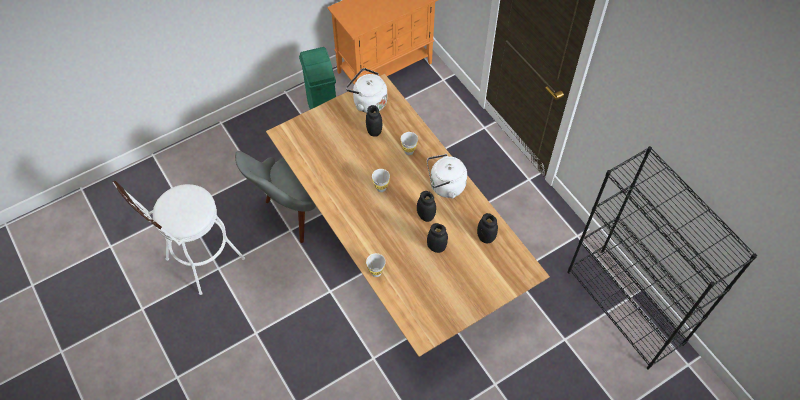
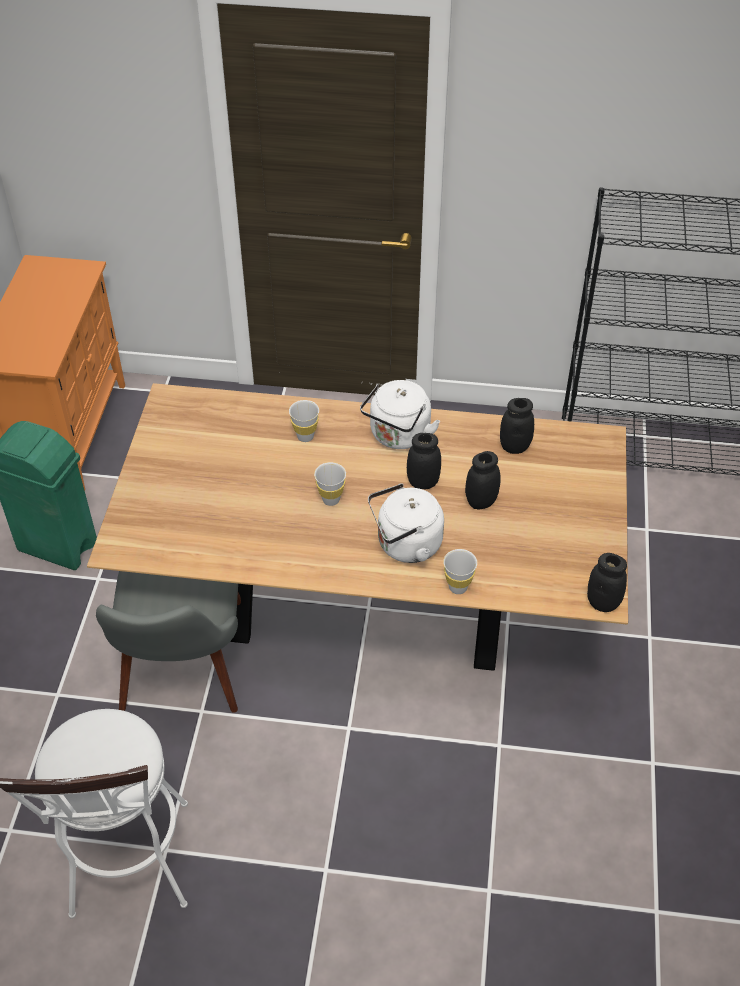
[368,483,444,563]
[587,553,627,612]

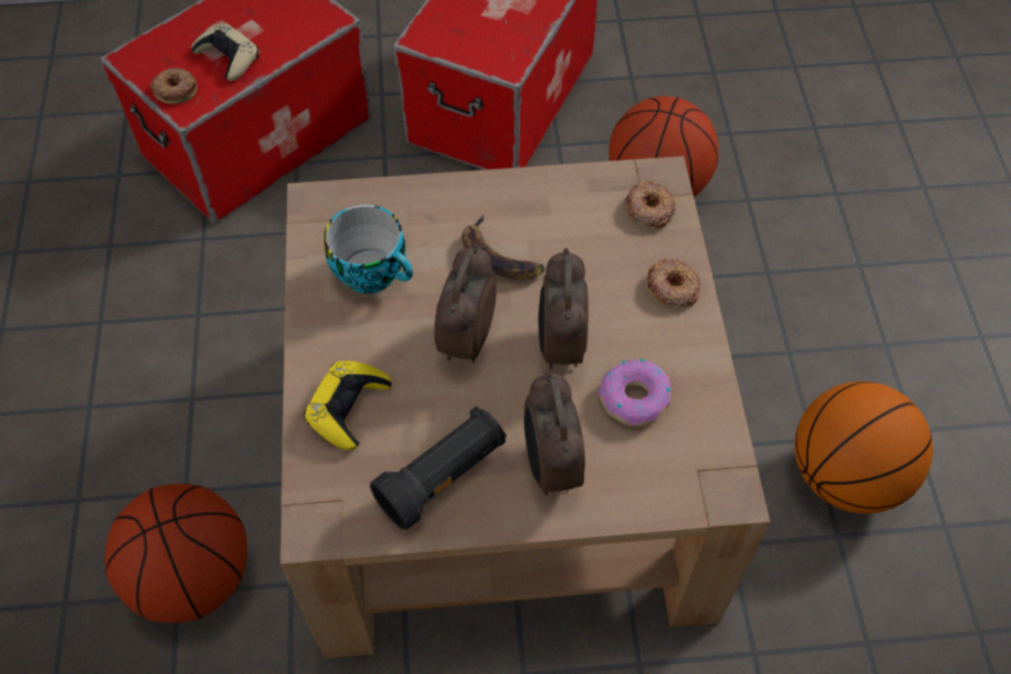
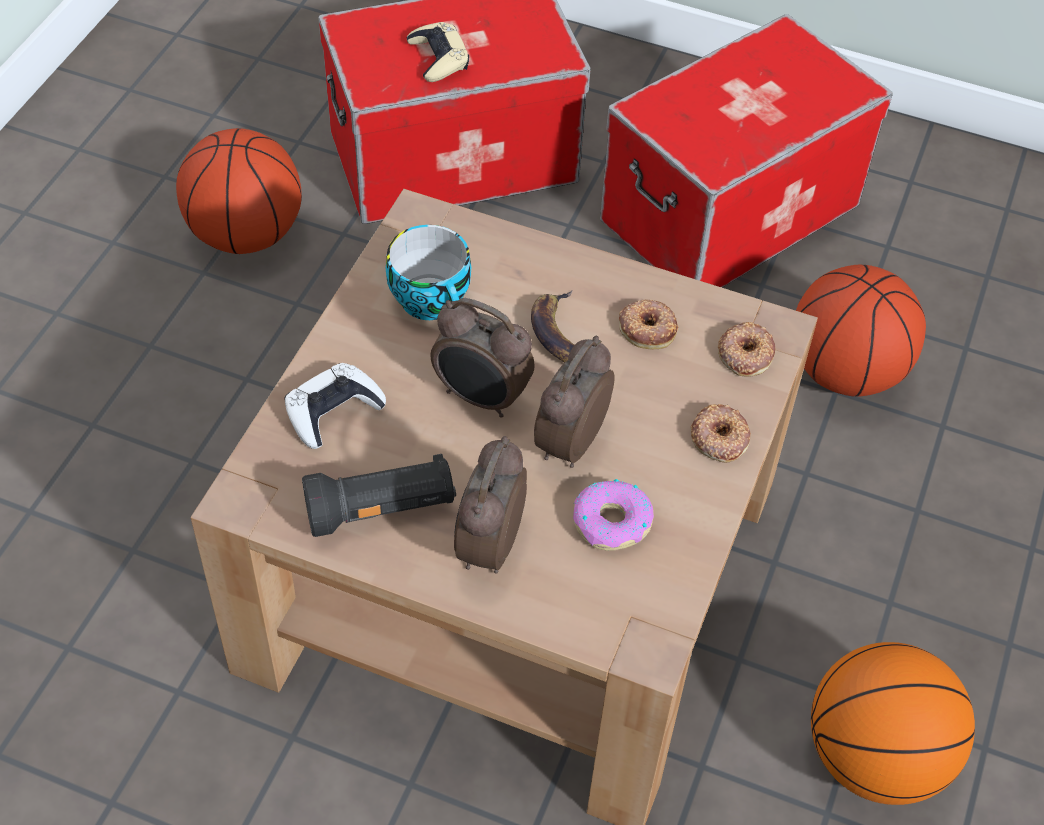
[176,128,302,254]
[284,363,386,449]
[431,298,534,418]
[619,299,678,349]

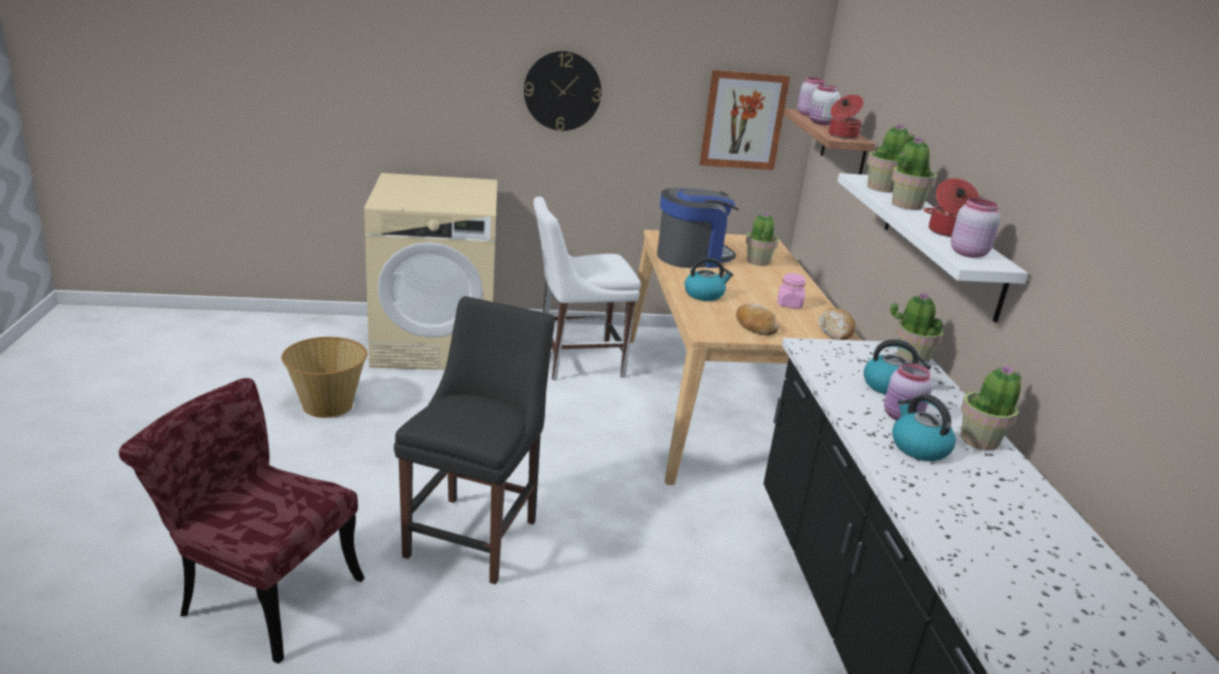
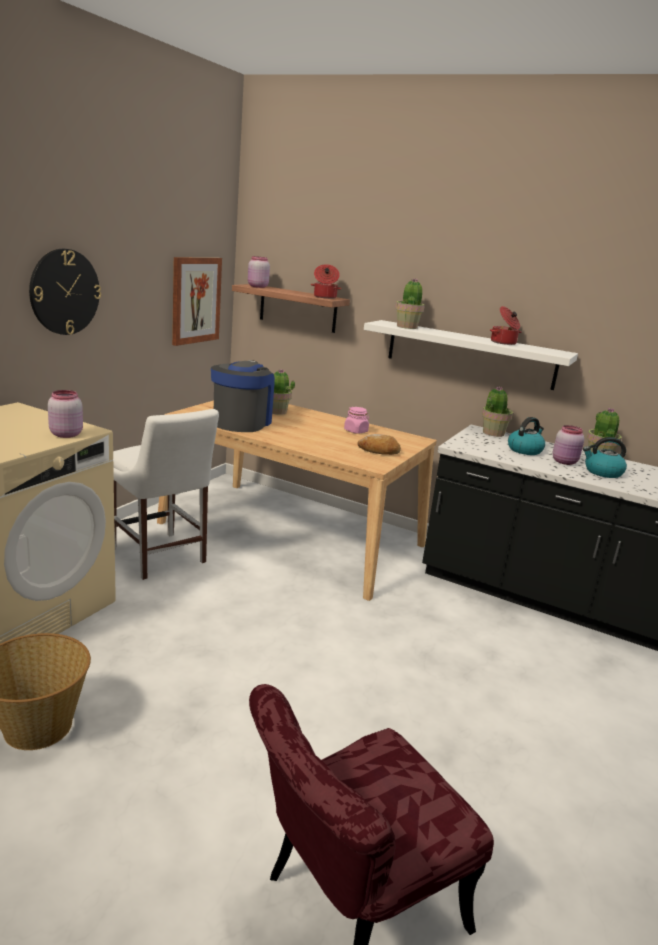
[48,390,83,438]
[113,409,219,580]
[394,296,555,584] (first image)
[684,257,733,301] (first image)
[809,84,840,125] (first image)
[818,308,856,340] (first image)
[892,136,937,210] (first image)

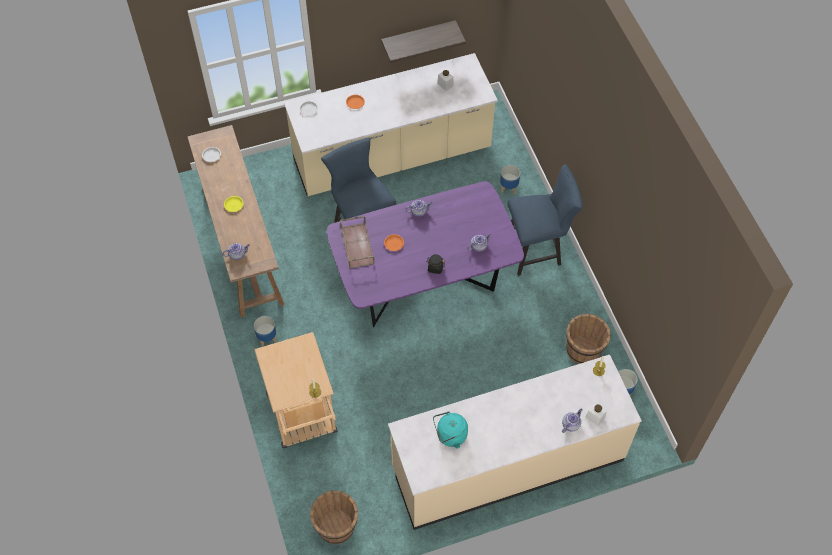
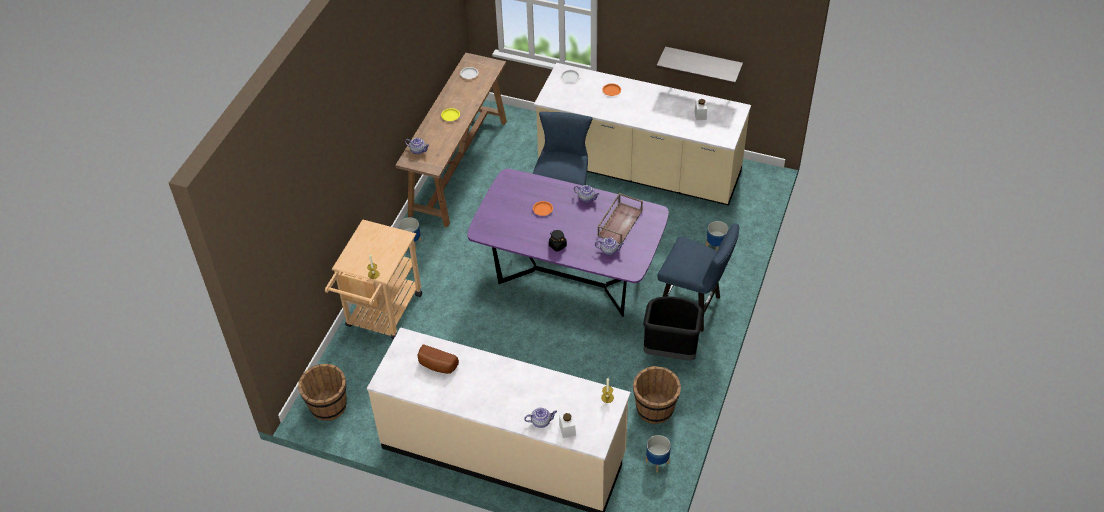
[418,345,459,374]
[597,193,643,244]
[643,296,703,361]

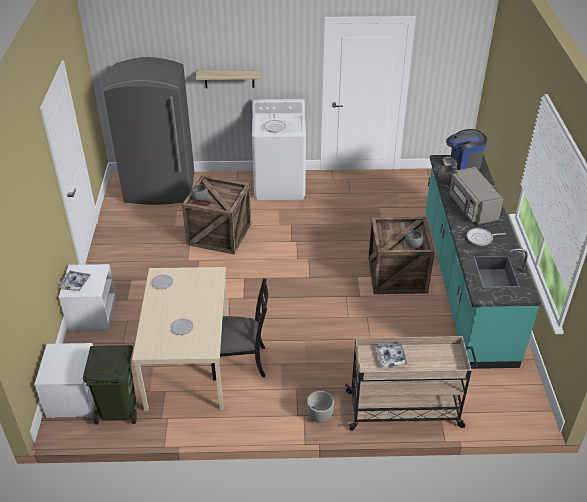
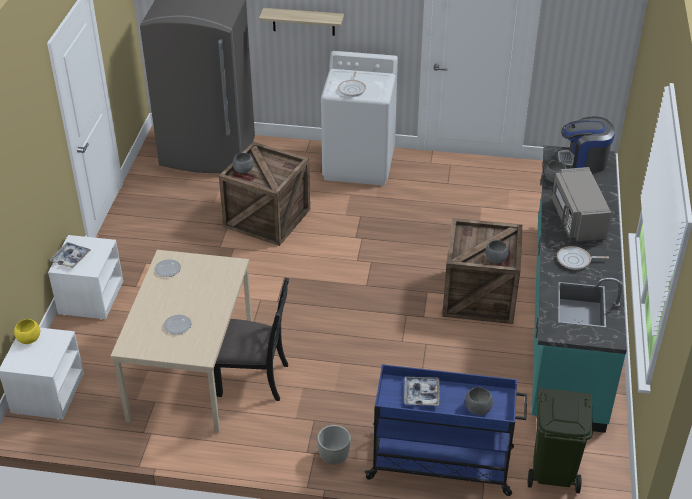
[14,319,40,344]
[364,364,527,496]
[465,387,493,415]
[528,388,593,493]

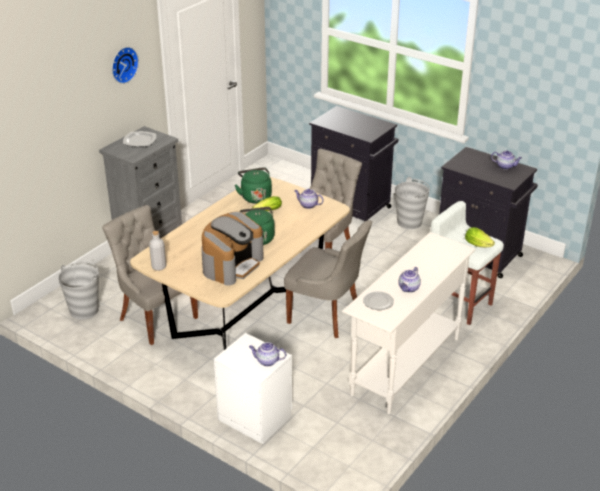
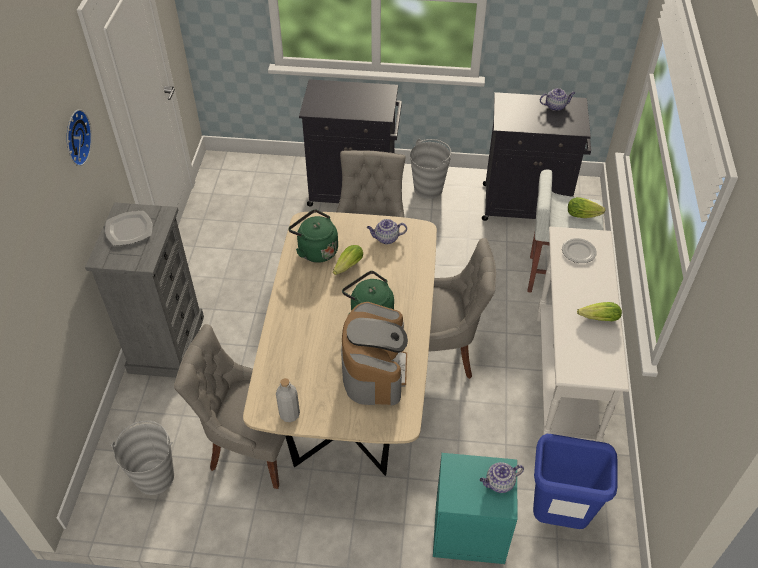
[433,453,517,564]
[533,434,617,529]
[562,238,597,263]
[577,302,622,321]

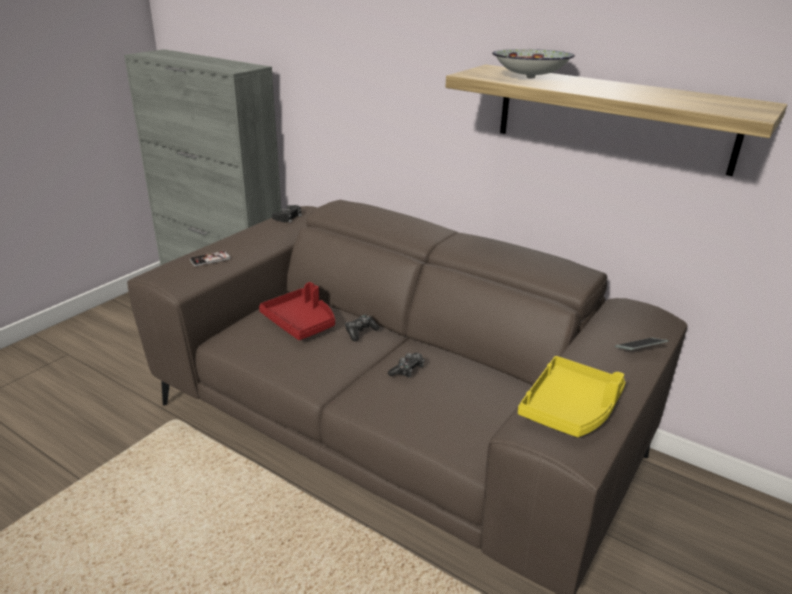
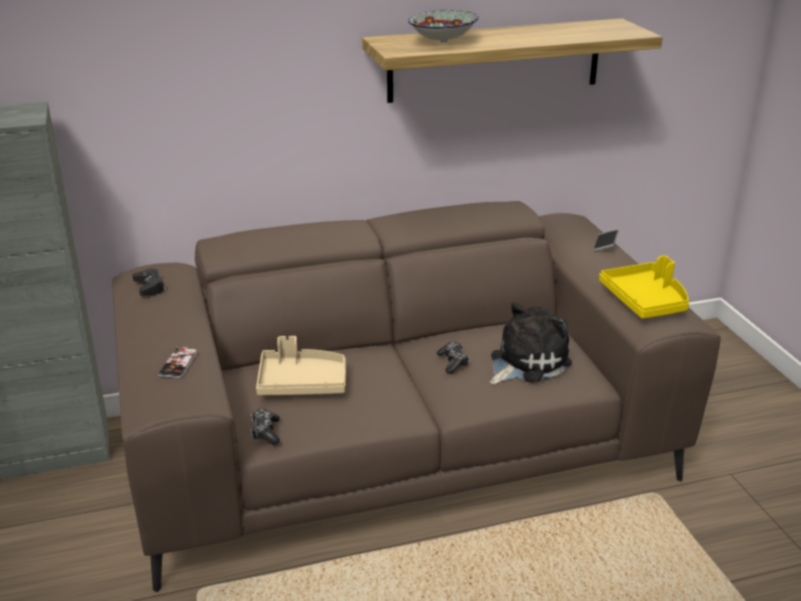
[250,409,280,445]
[256,336,346,395]
[490,302,572,385]

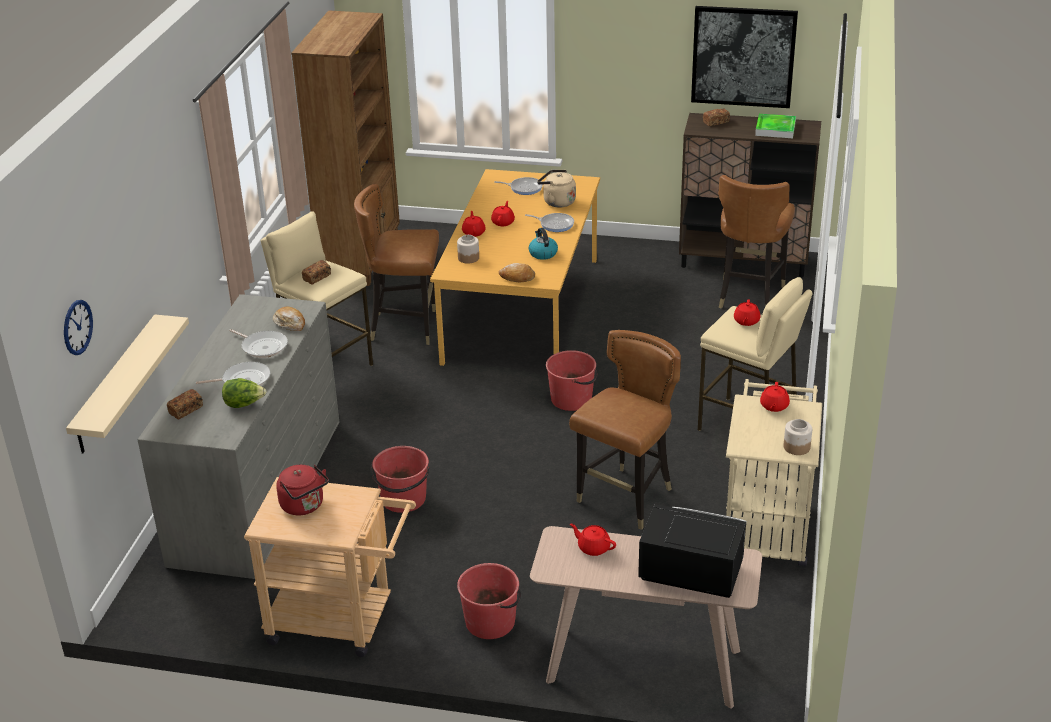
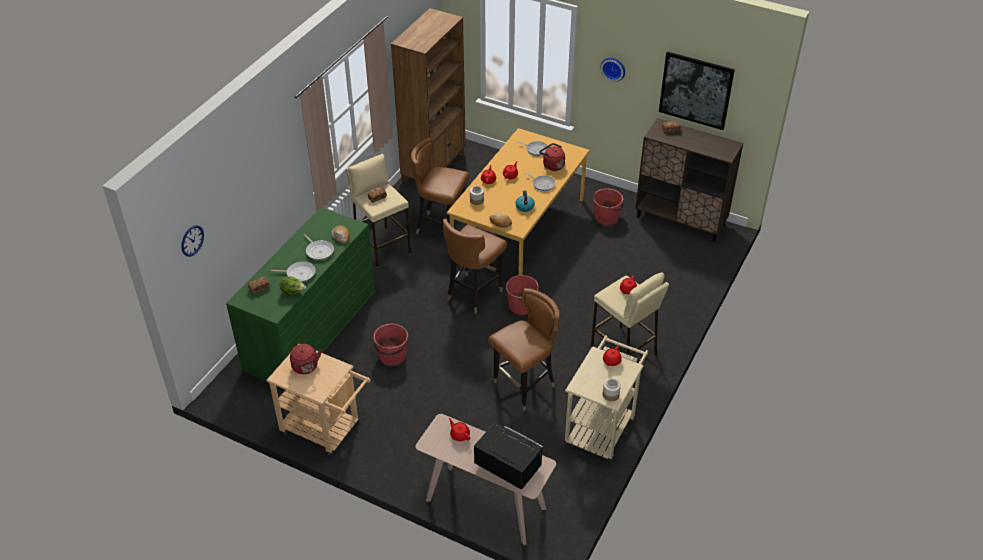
[226,207,375,381]
[443,218,507,313]
[539,143,565,171]
[593,188,623,225]
[600,58,625,82]
[66,314,189,453] (first image)
[755,114,796,138] (first image)

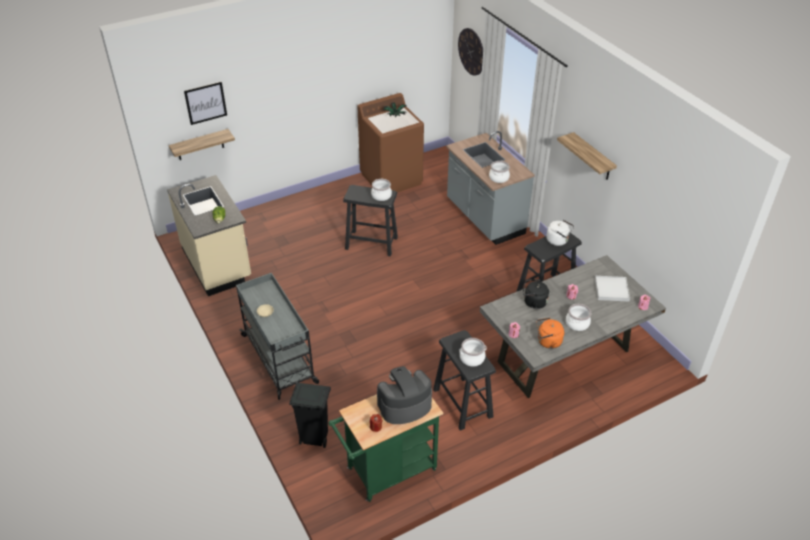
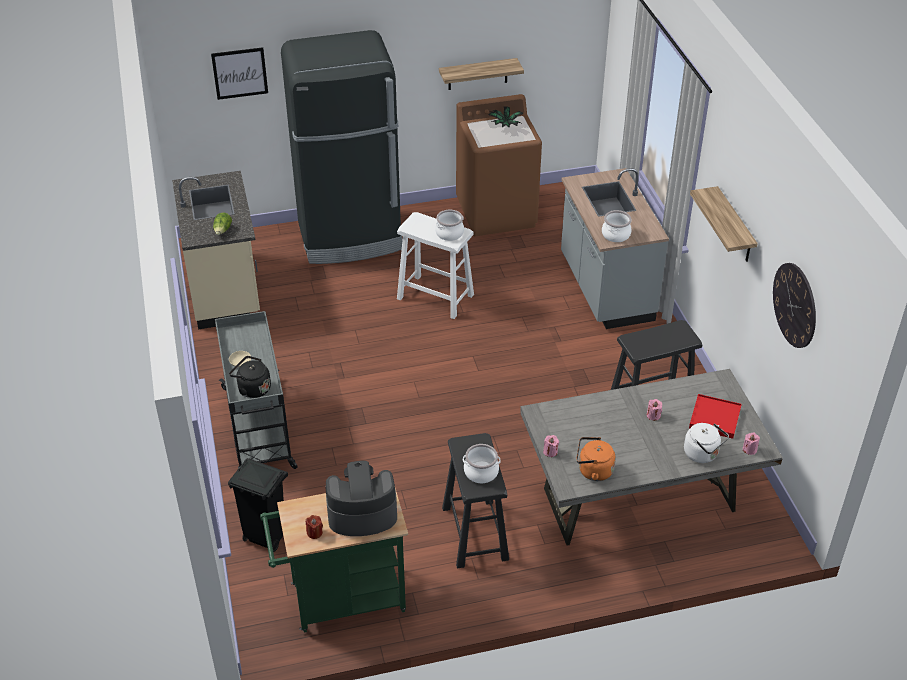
[229,356,271,398]
[281,30,402,264]
[397,212,474,319]
[439,58,524,90]
[684,423,729,463]
[689,394,742,439]
[773,263,816,348]
[566,304,591,331] (first image)

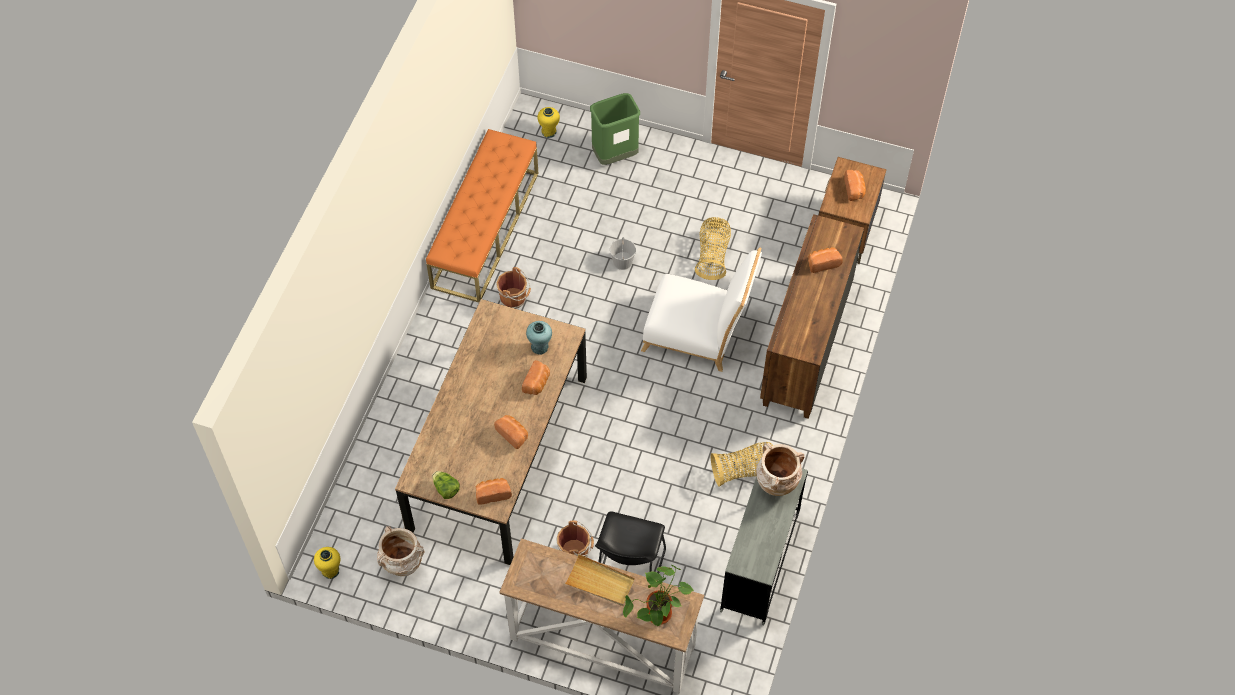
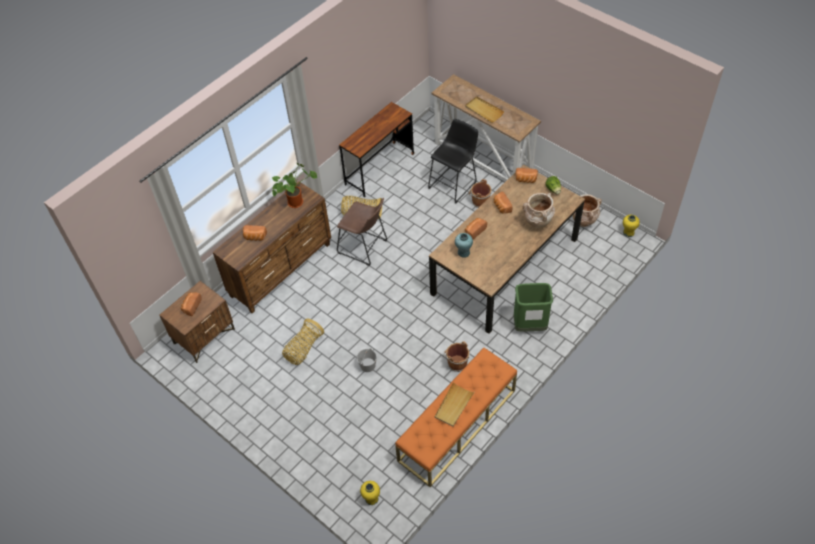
[272,163,317,208]
[337,198,387,266]
[339,102,414,197]
[434,382,474,427]
[513,283,553,332]
[523,193,555,228]
[641,248,762,372] (first image)

